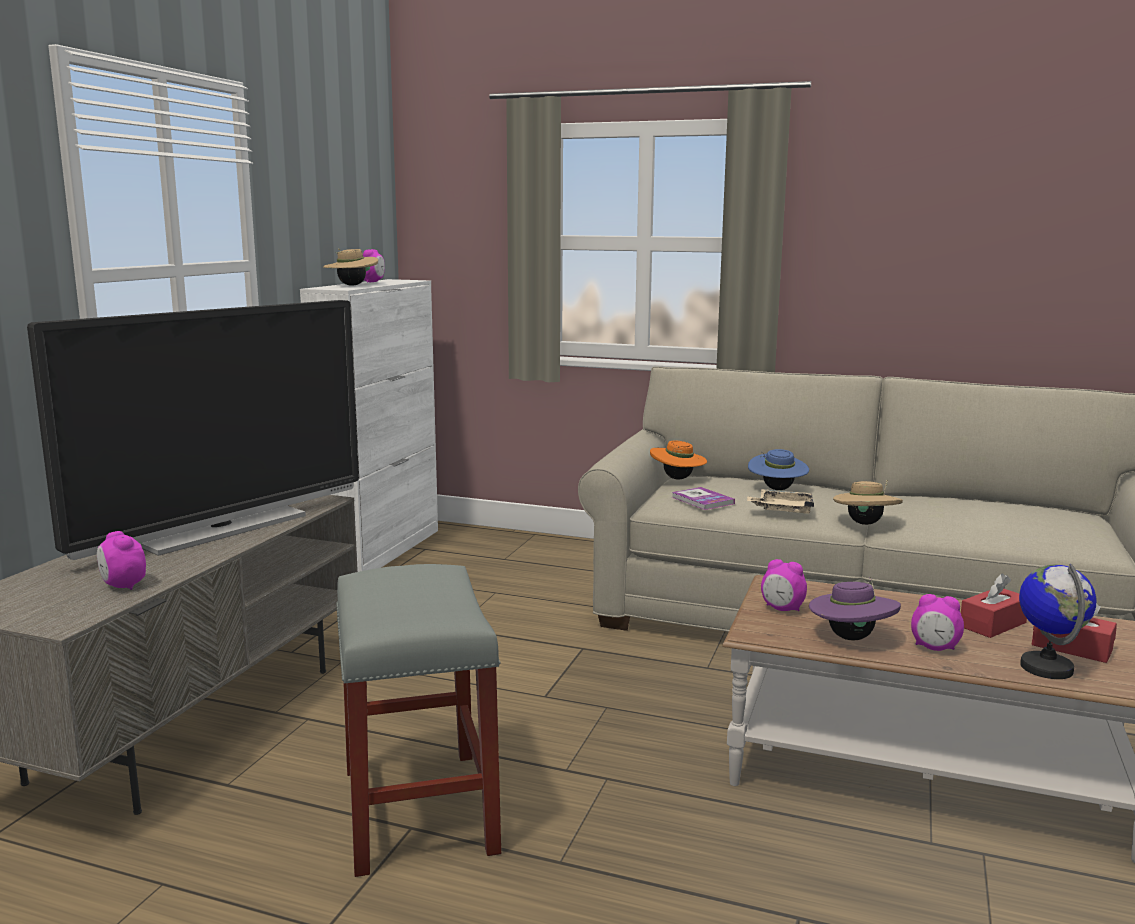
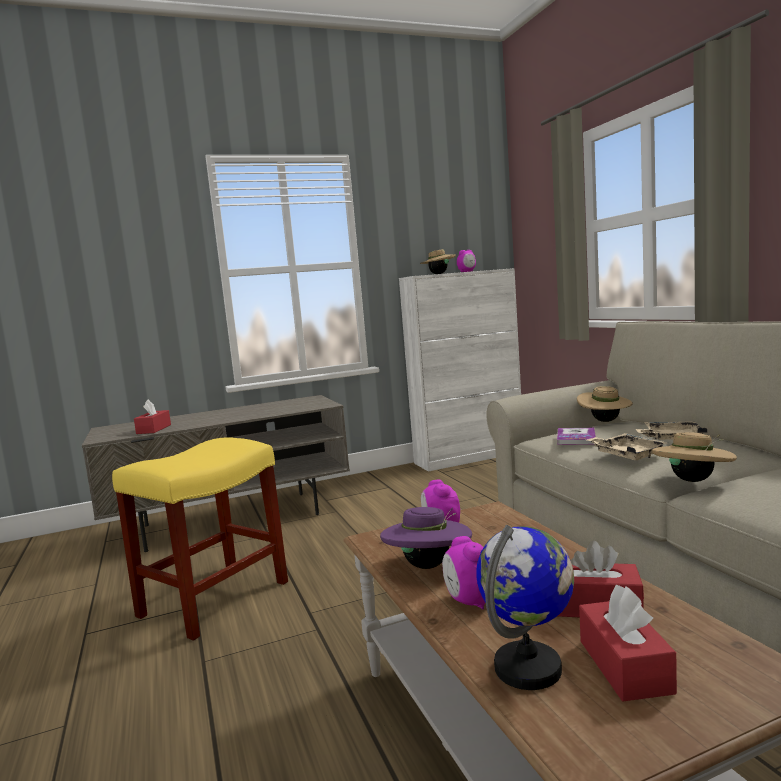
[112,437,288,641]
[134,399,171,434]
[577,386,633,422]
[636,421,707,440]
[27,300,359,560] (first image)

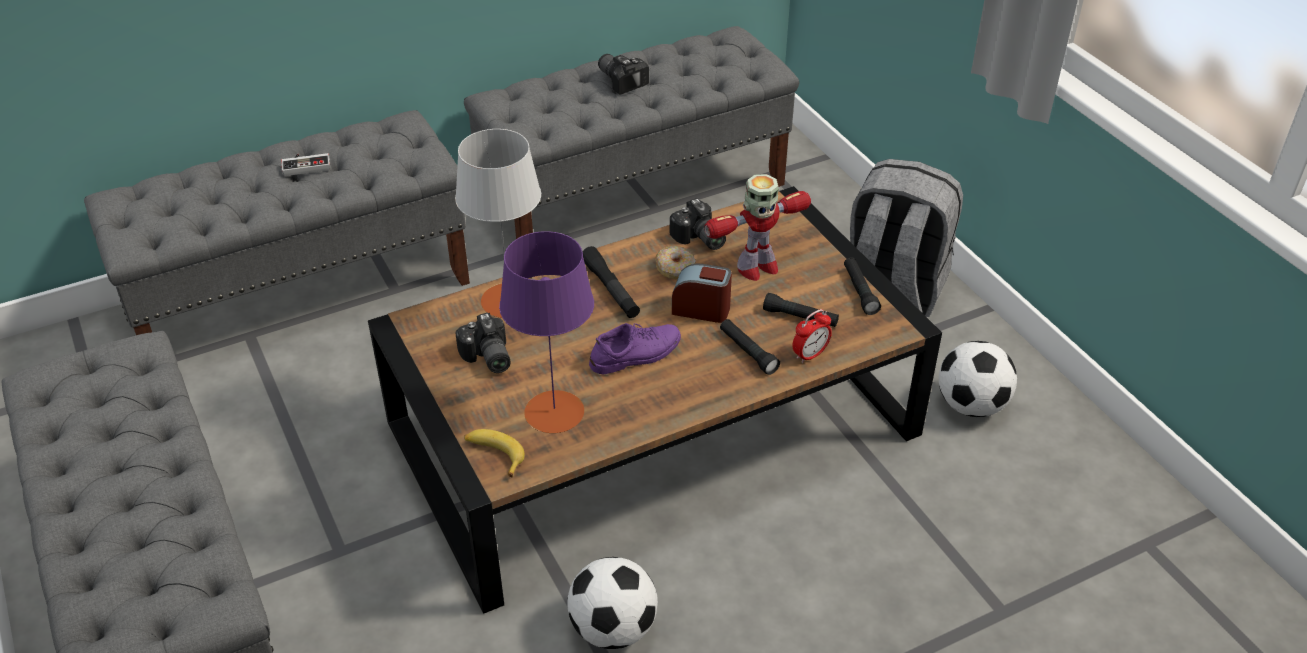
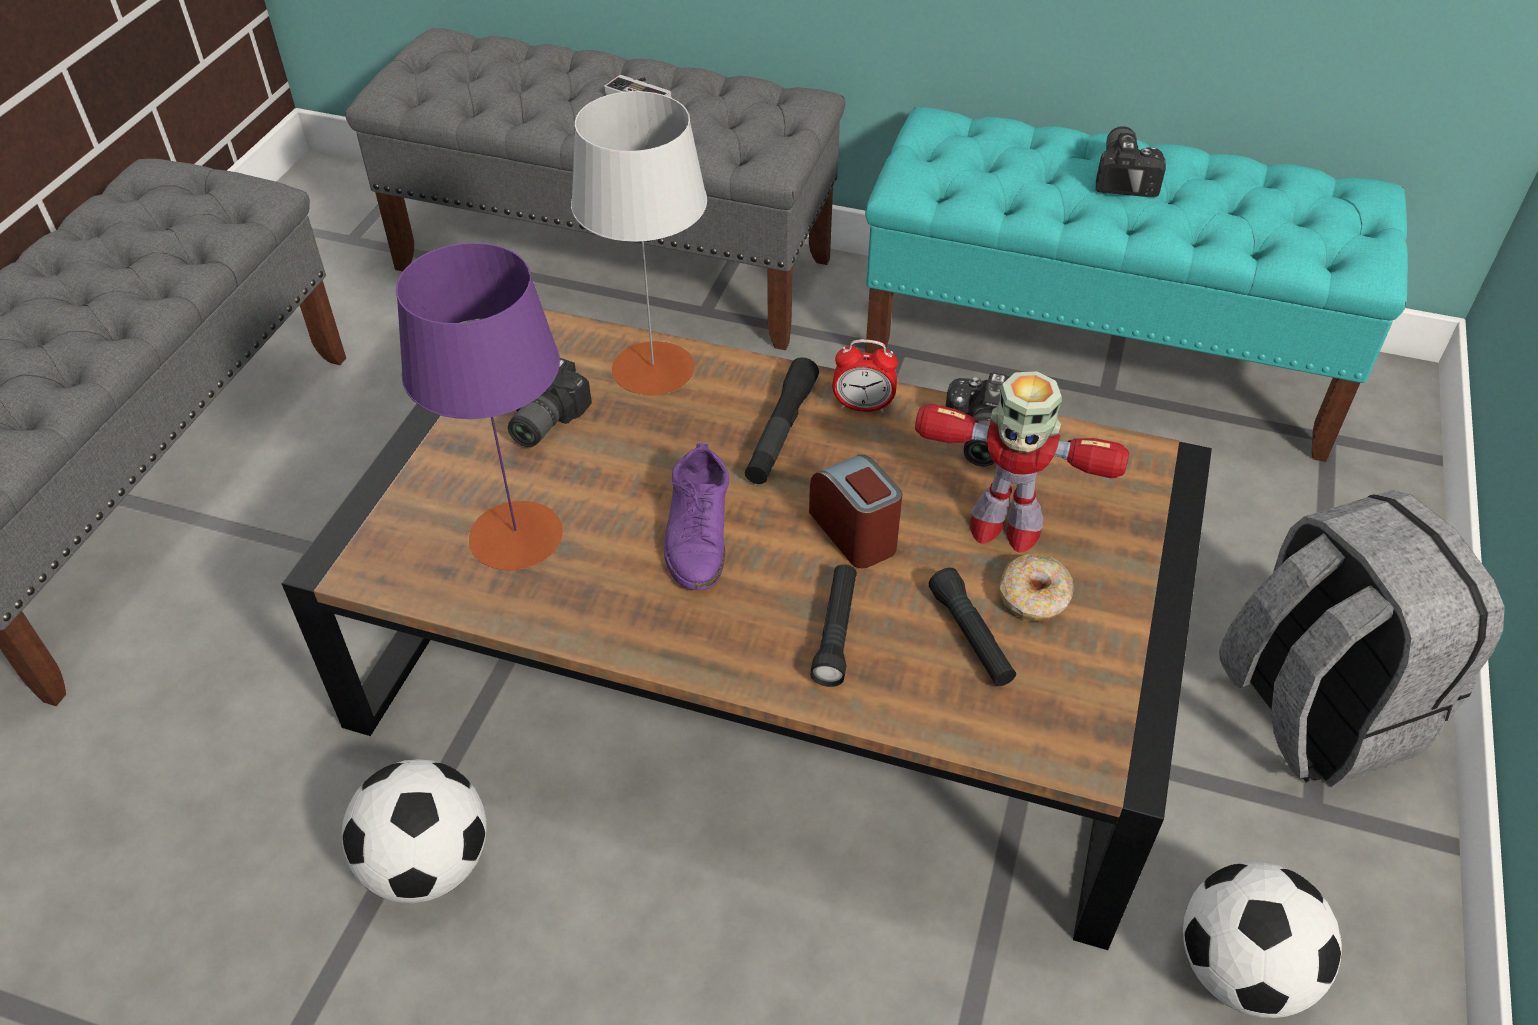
[664,443,729,590]
[832,339,898,413]
[865,107,1408,462]
[1000,554,1074,621]
[464,429,525,478] (first image)
[844,257,881,315] (first image)

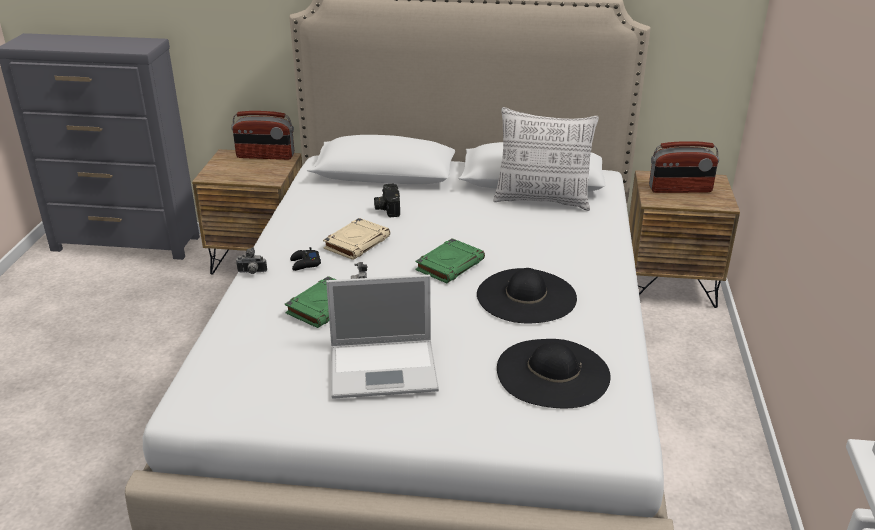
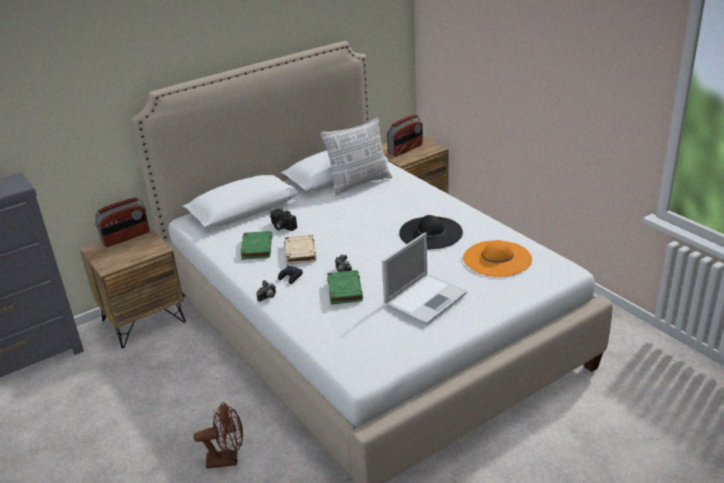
[193,403,243,469]
[240,231,272,260]
[463,240,532,277]

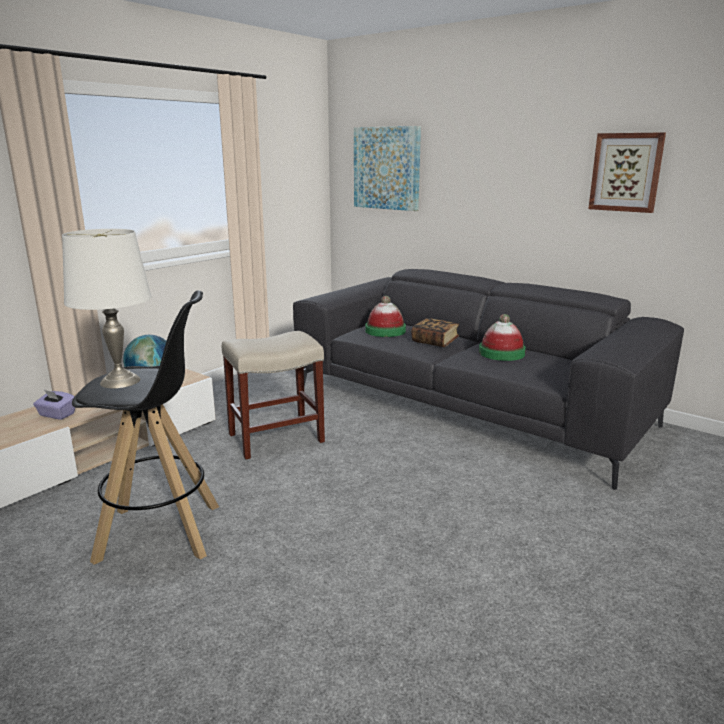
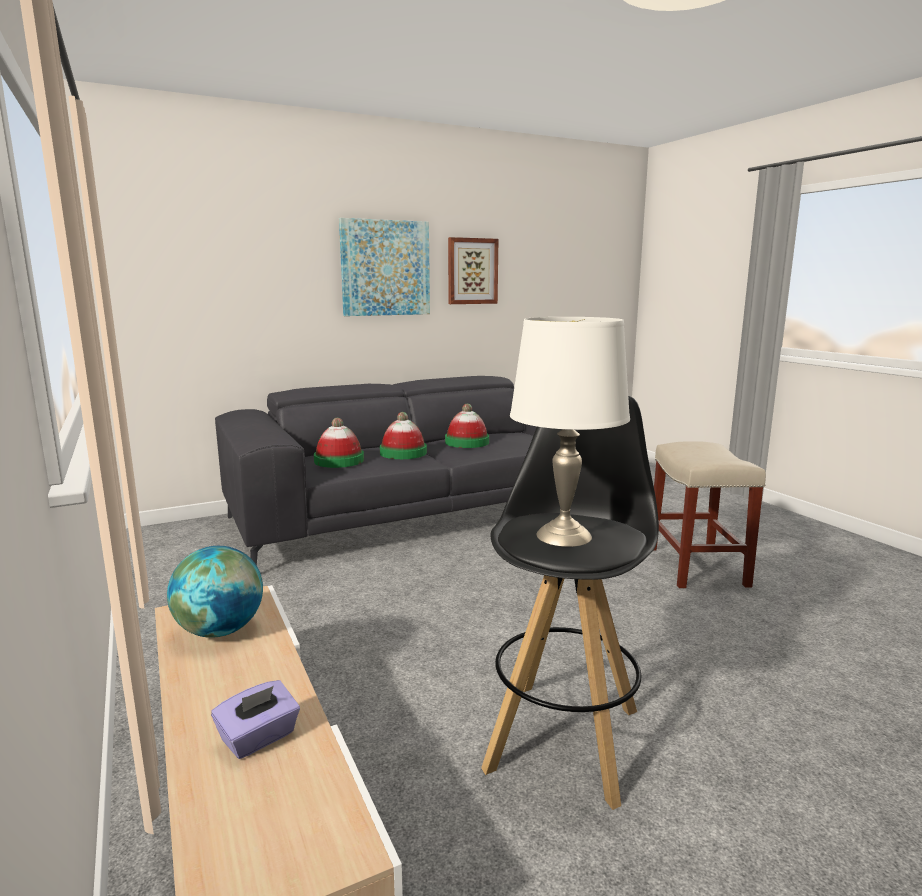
[339,218,430,316]
[380,412,427,459]
[653,441,766,588]

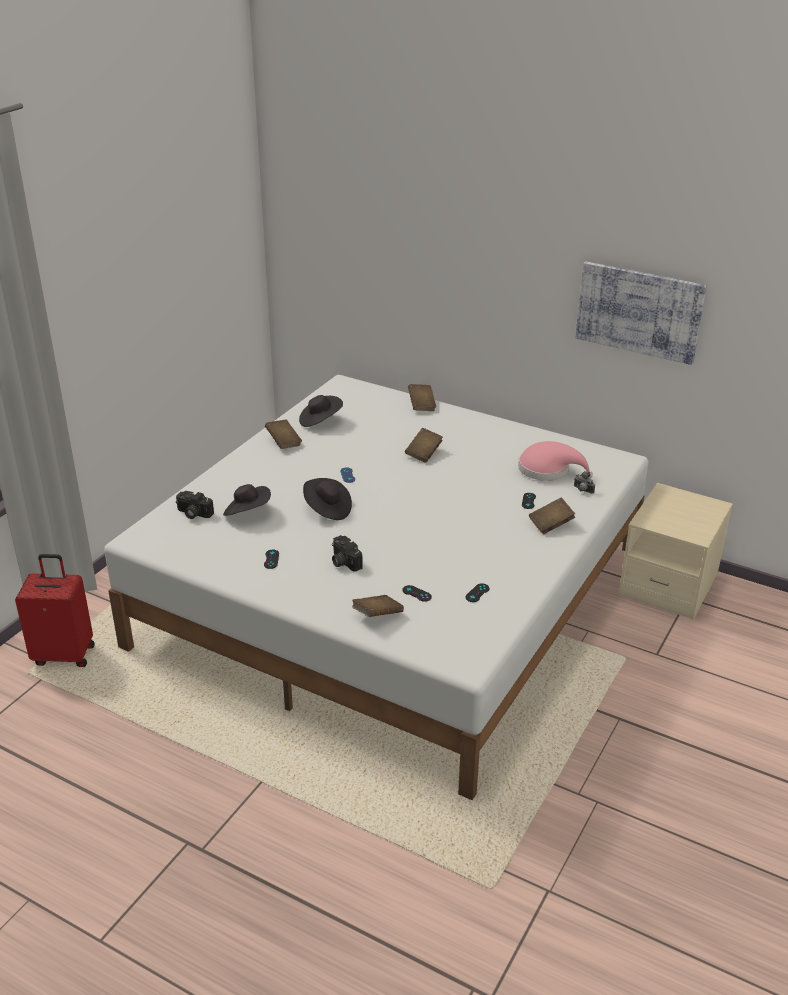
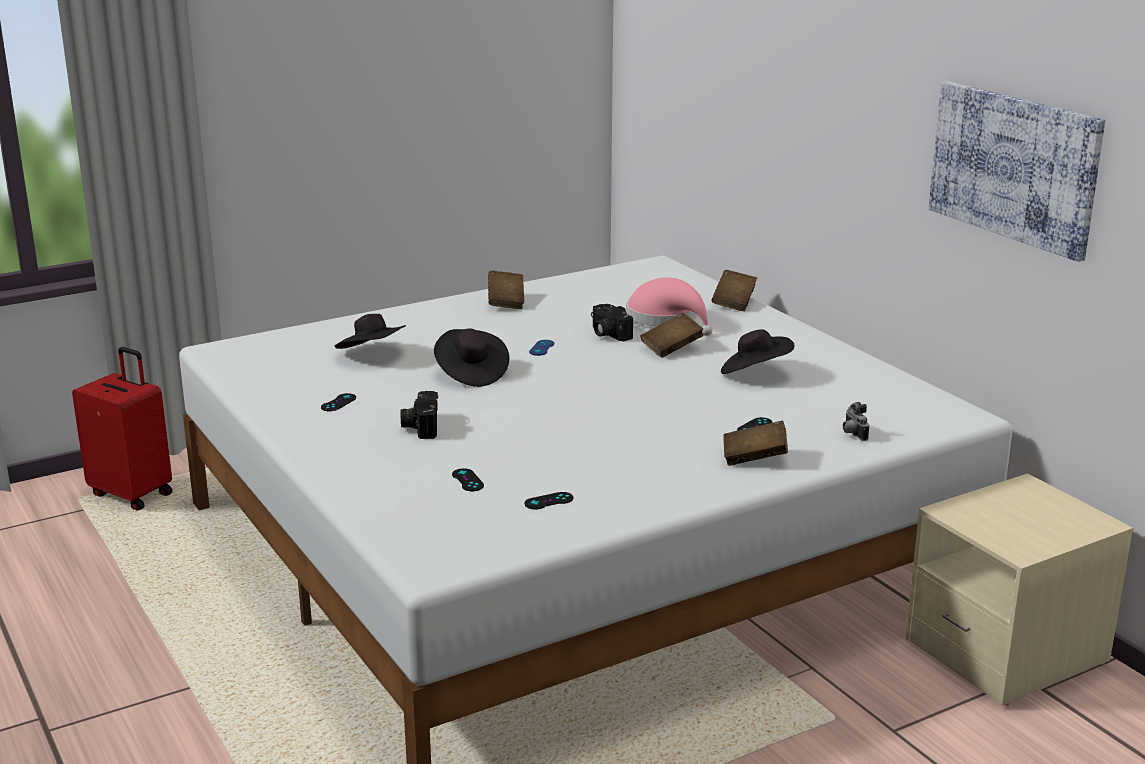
[591,304,633,342]
[626,277,712,336]
[721,329,794,374]
[352,595,404,617] (first image)

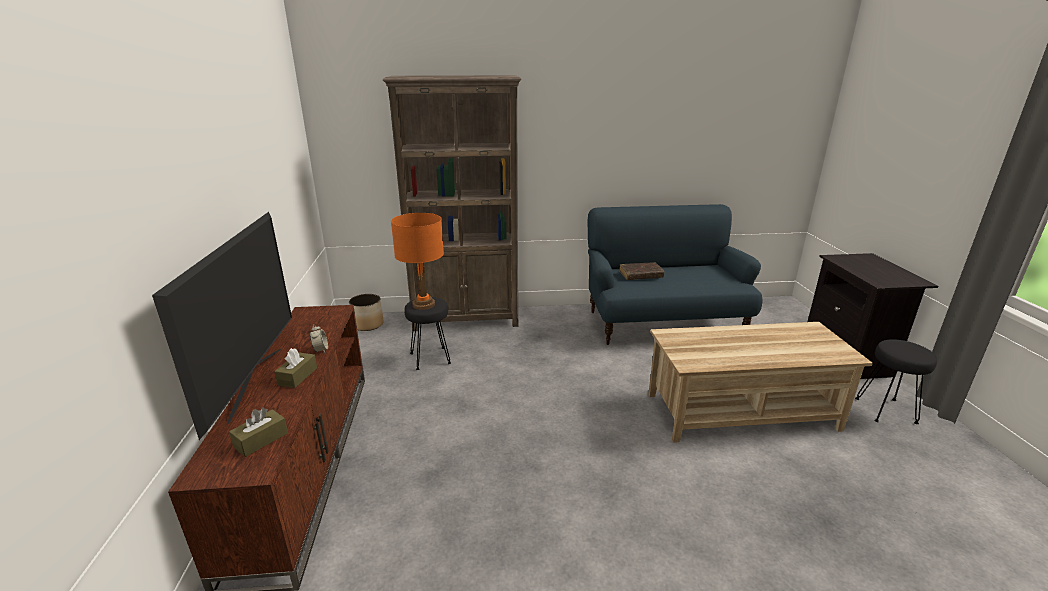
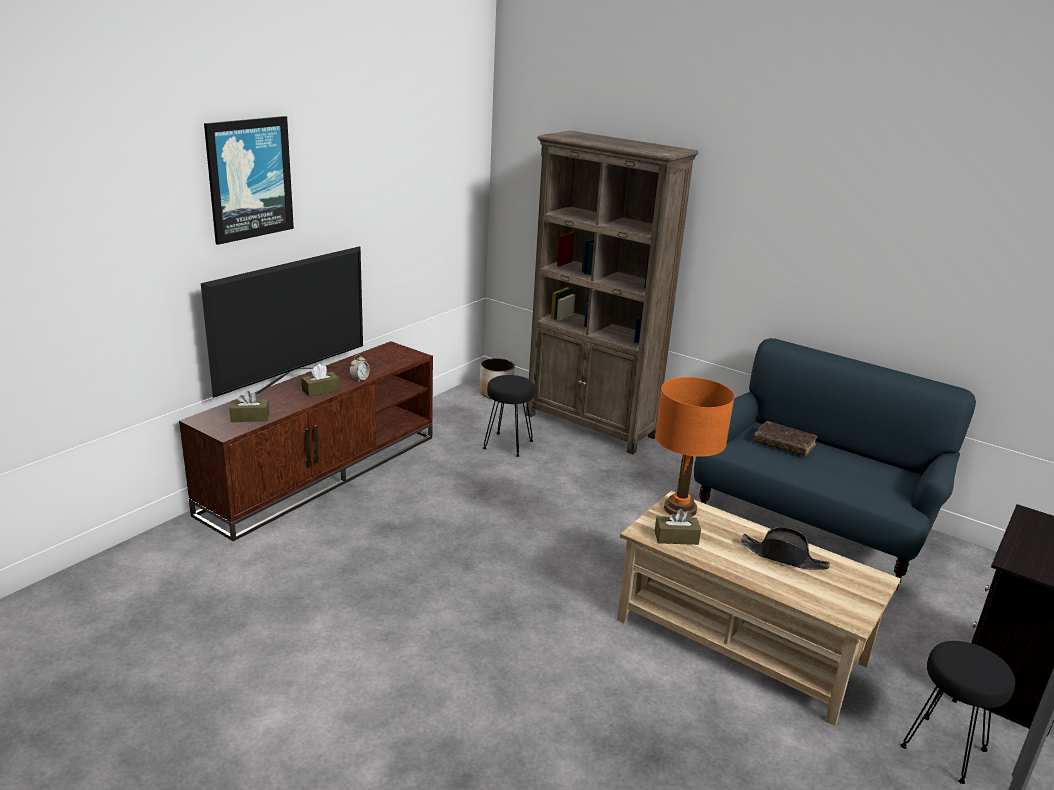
[204,116,294,245]
[655,377,735,517]
[655,509,701,545]
[741,527,830,570]

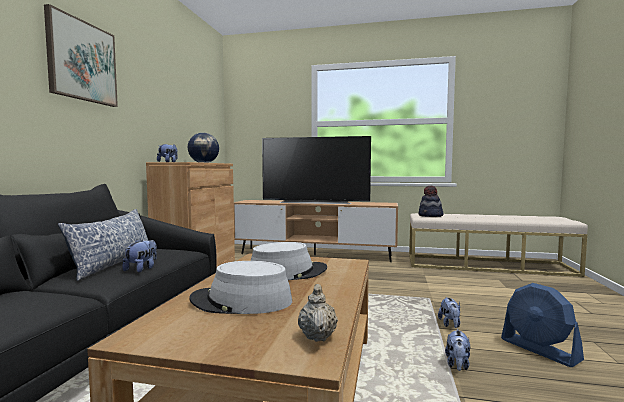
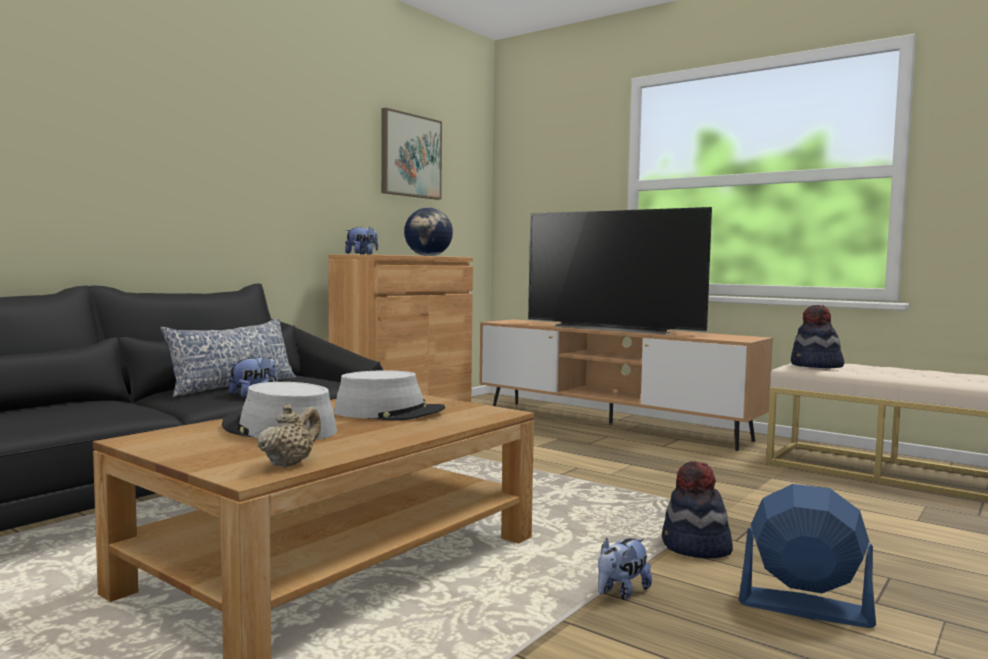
[381,108,442,200]
[662,461,733,559]
[739,484,876,628]

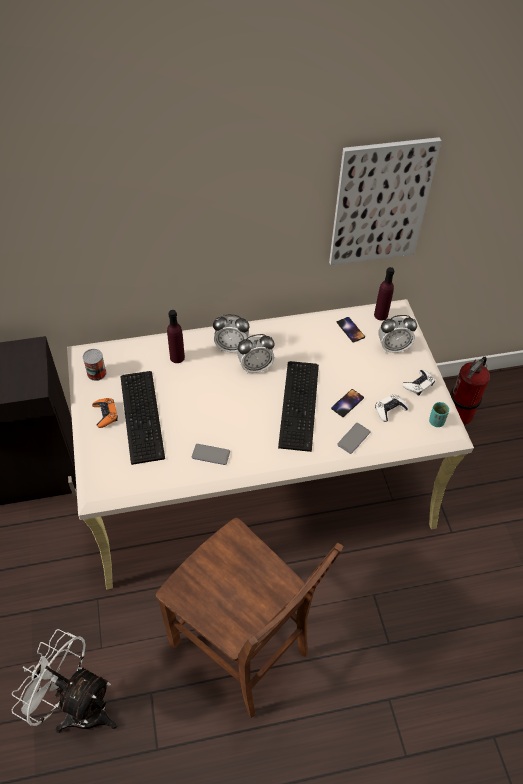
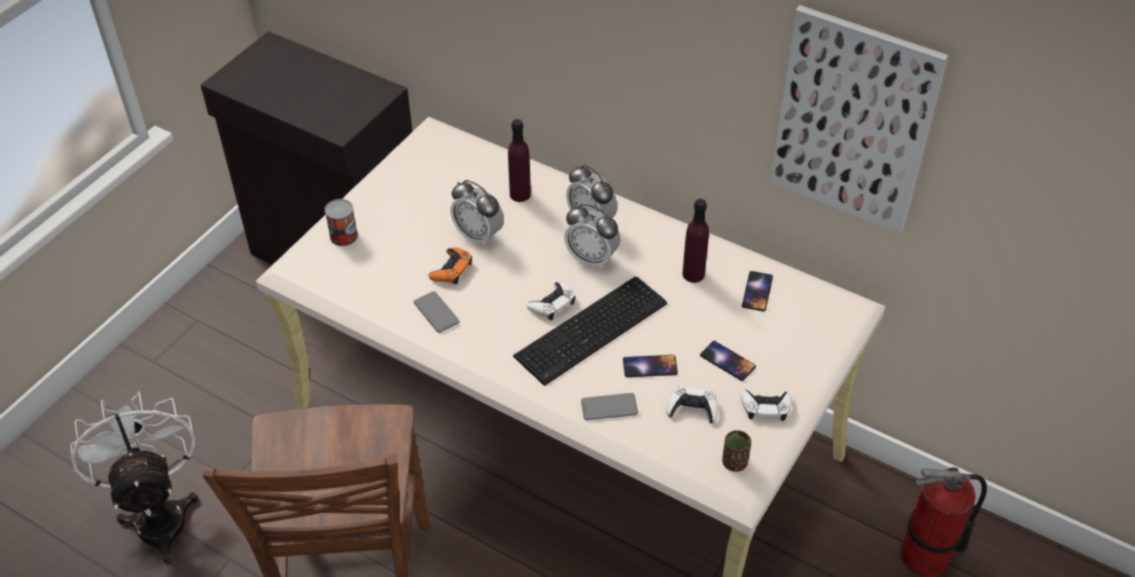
[325,199,358,246]
[428,247,472,284]
[450,180,504,247]
[527,282,575,320]
[682,199,709,283]
[700,341,756,381]
[722,430,751,472]
[120,371,165,465] (first image)

